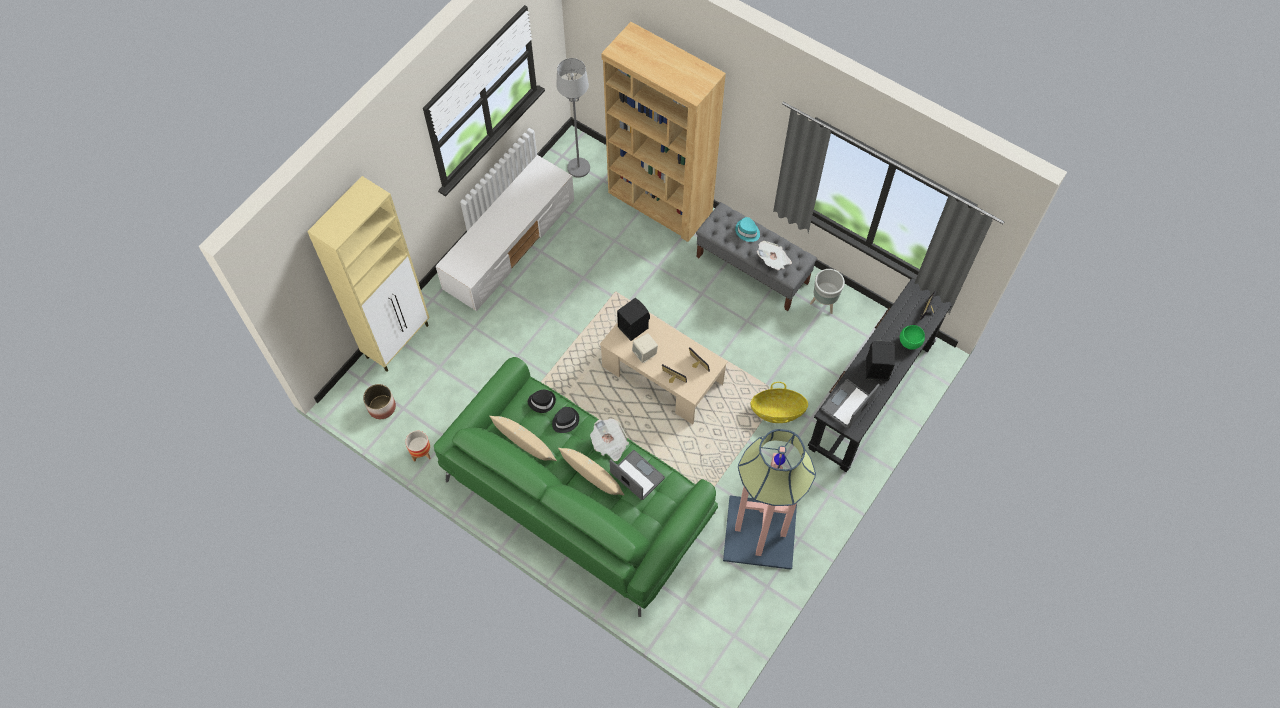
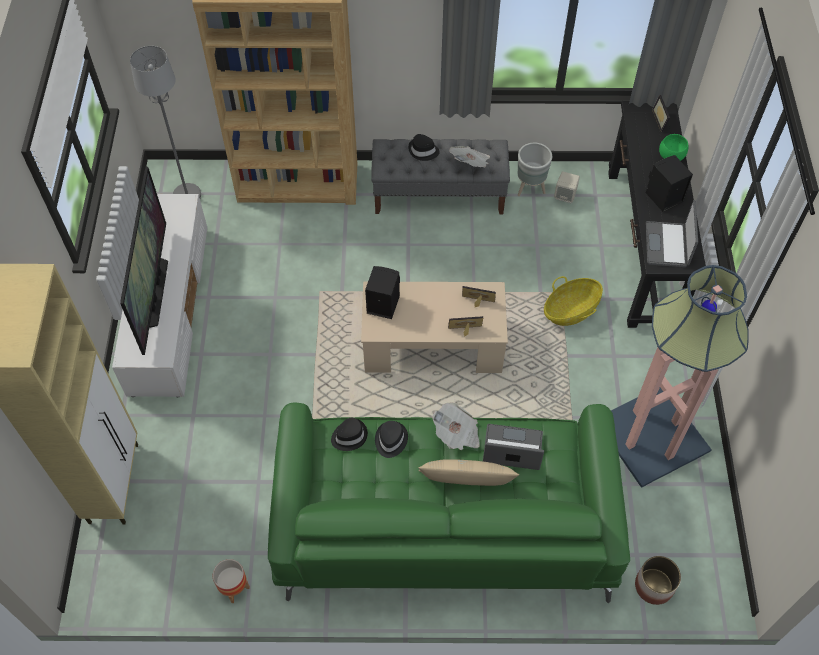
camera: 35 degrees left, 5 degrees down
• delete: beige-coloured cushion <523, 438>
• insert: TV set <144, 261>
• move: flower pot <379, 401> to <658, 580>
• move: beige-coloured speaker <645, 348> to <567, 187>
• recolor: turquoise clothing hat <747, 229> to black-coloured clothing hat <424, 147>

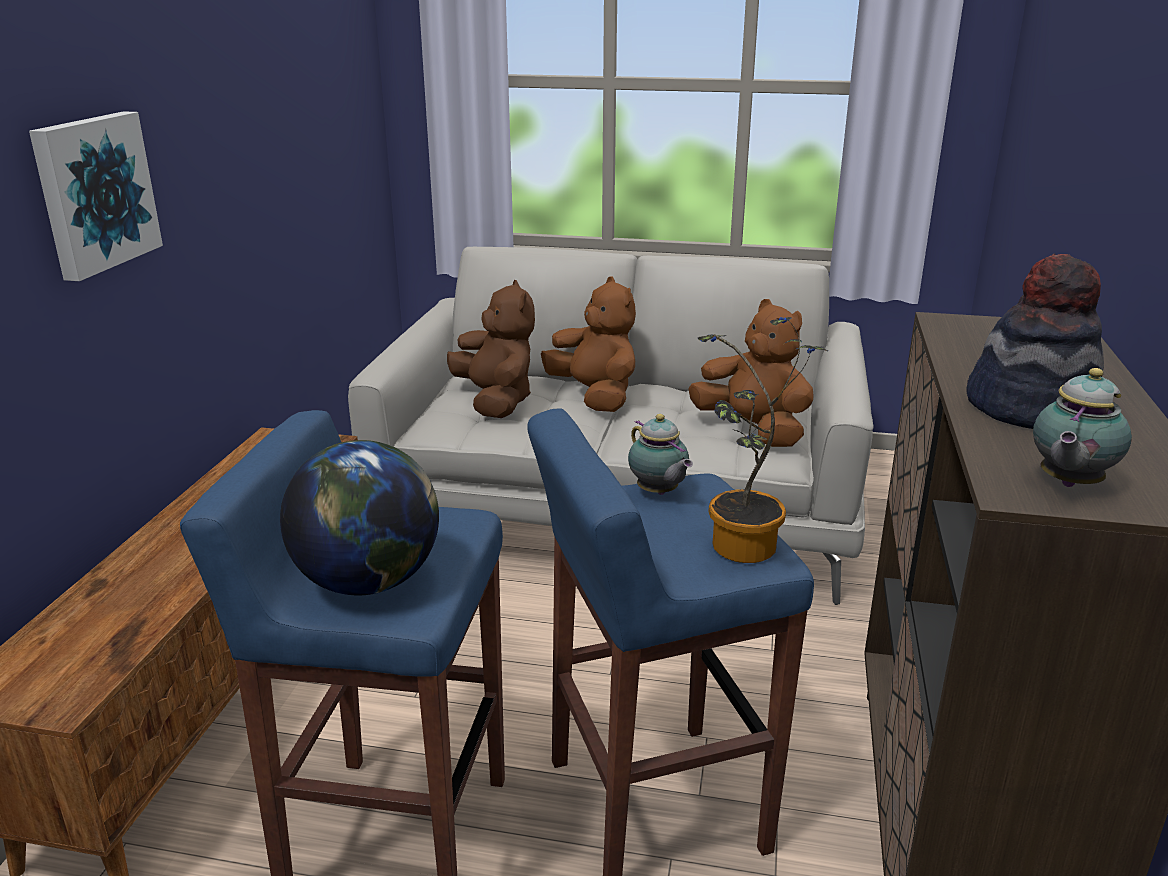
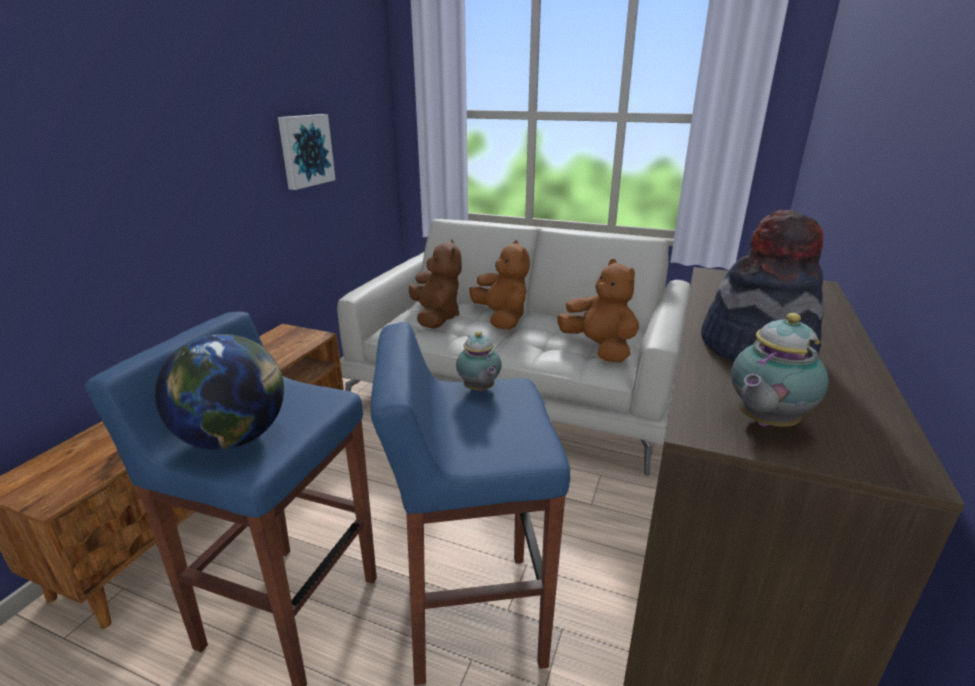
camera: 10 degrees right, 0 degrees up
• delete: potted plant <763, 440>
• move: wall art <96, 196> to <307, 152>

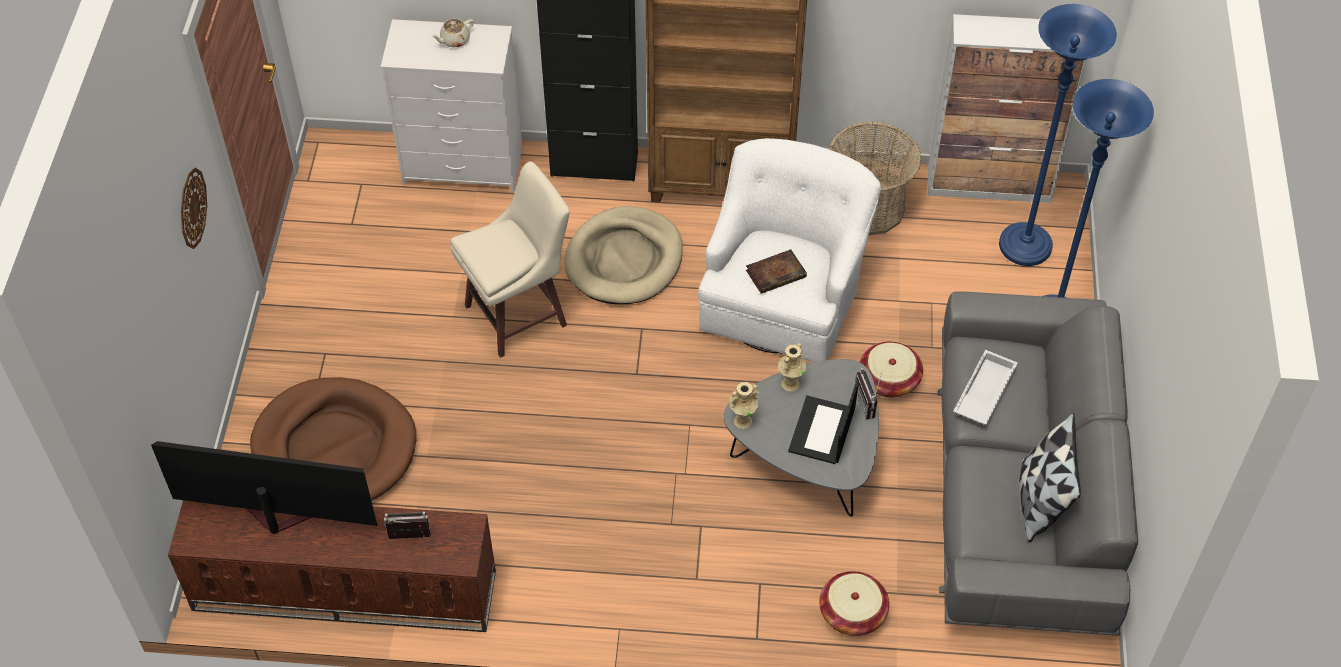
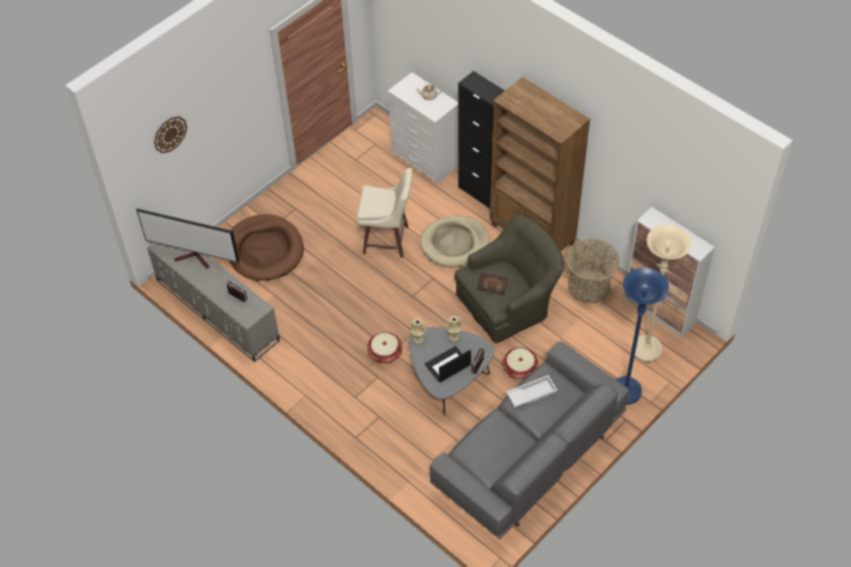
camera: 40 degrees right, 0 degrees up
• delete: cushion <1050, 477>
• move: clock on the wall <194, 208> to <170, 134>
• move: storage basket <854, 603> to <384, 347>
• recolor: brownish tv unit <332, 566> to grey tv unit <213, 302>
• recolor: white lounge chair <789, 250> to green lounge chair <509, 279>
• recolor: bluish standard lamp <1058, 135> to beige-coloured standard lamp <661, 293>
• rotate: TV set <264, 487> = <187, 238> 150 degrees clockwise

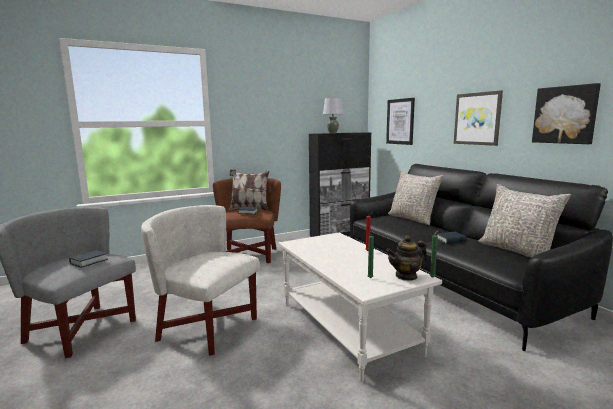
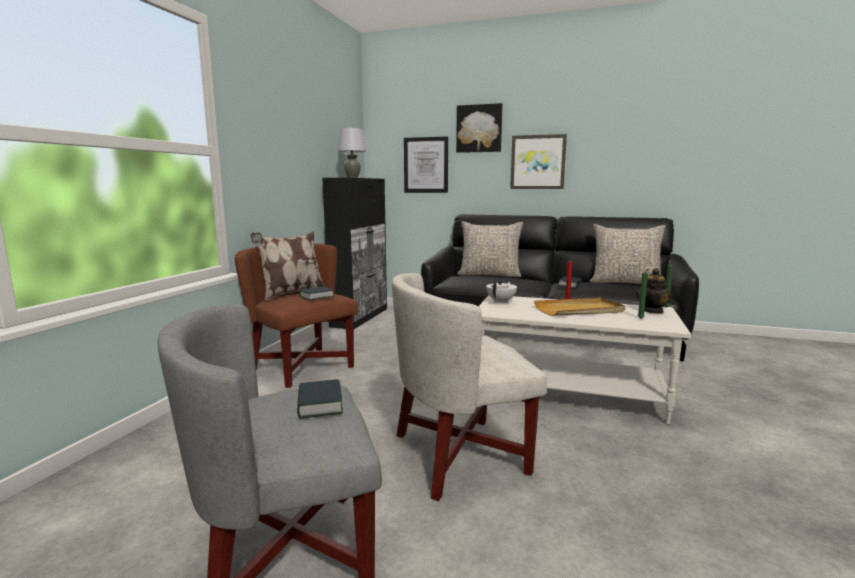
camera: 45 degrees left, 0 degrees up
• insert: white pot for tea <501, 291>
• insert: beige-coloured serving tray <579, 306>
• move: wall art <566, 113> to <479, 128>

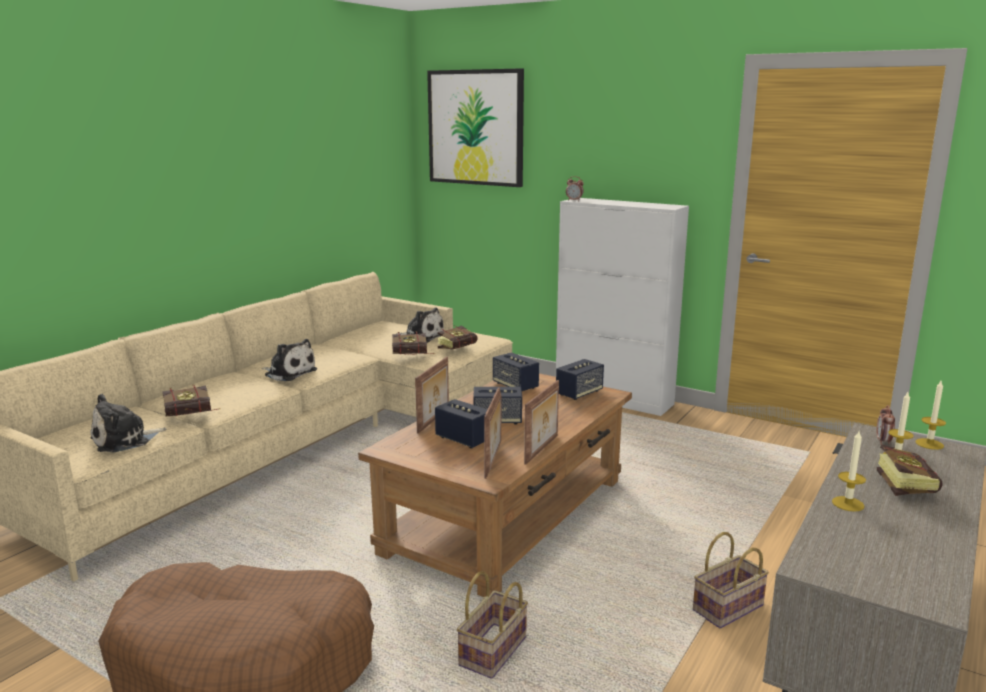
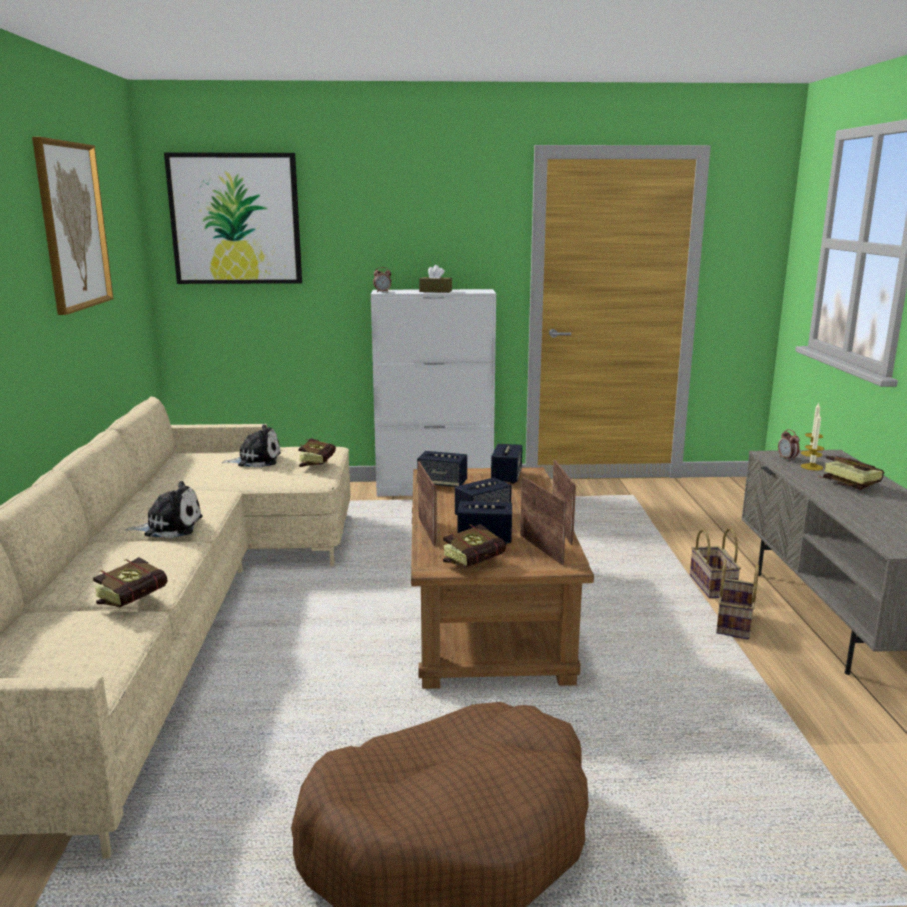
camera: 35 degrees left, 0 degrees up
• delete: cuddly toy <128, 423>
• delete: wax light <849, 471>
• insert: wall art <73, 226>
• insert: brownish tissue holder <435, 279>
• move: volume <413, 343> to <474, 546>
• move: storage basket <492, 625> to <715, 563>

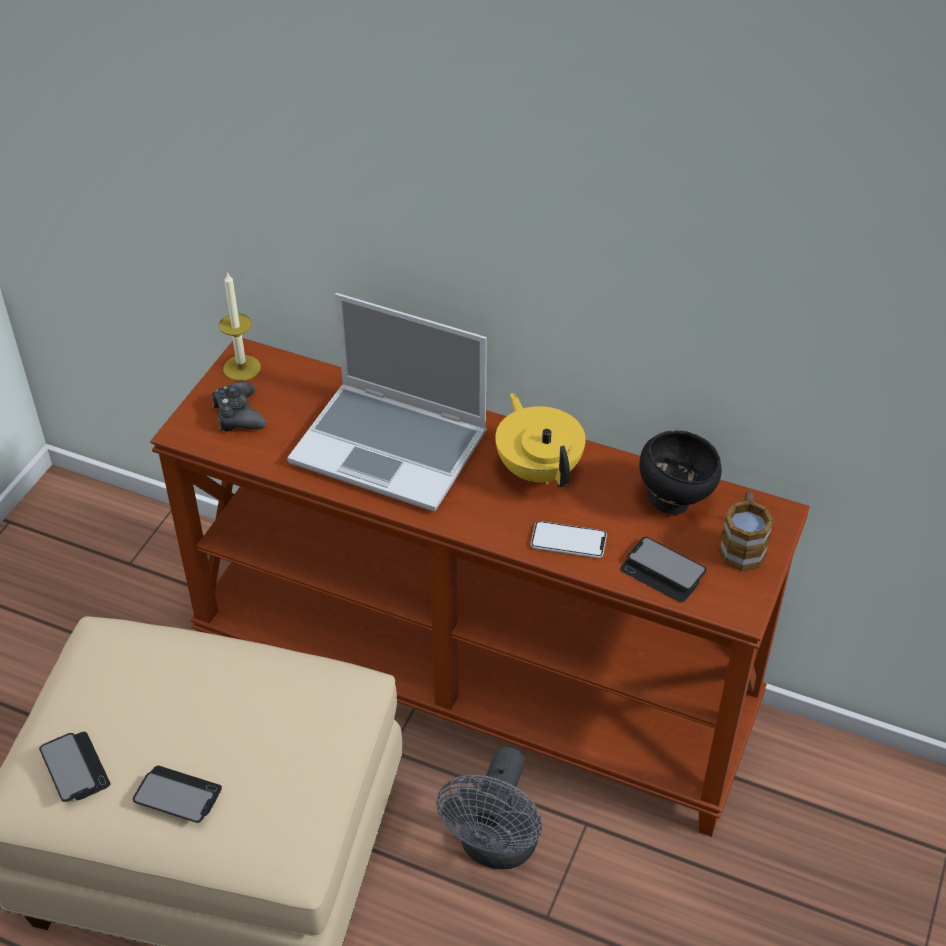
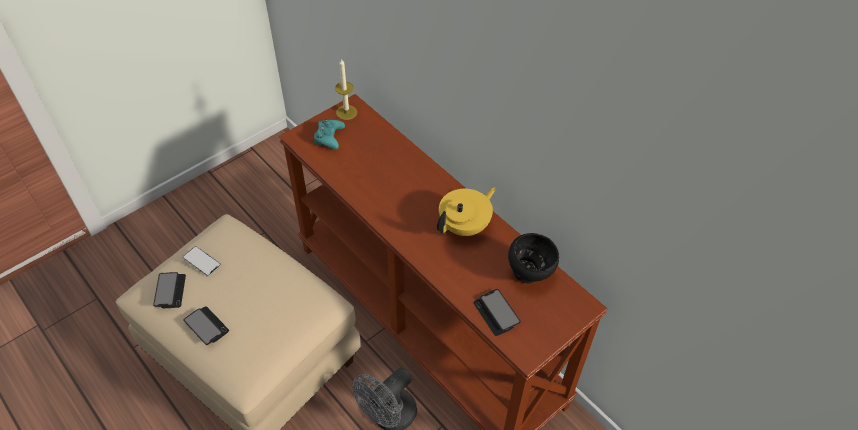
camera: 25 degrees right, 5 degrees up
• delete: laptop <387, 402>
• delete: mug <746, 531>
• move: handset <568, 539> to <201, 261>
• recolor: black-coloured gamepad <239, 407> to turquoise gamepad <329, 134>
• rotate: yellow pot for tea <540, 440> = <466, 211> 45 degrees clockwise

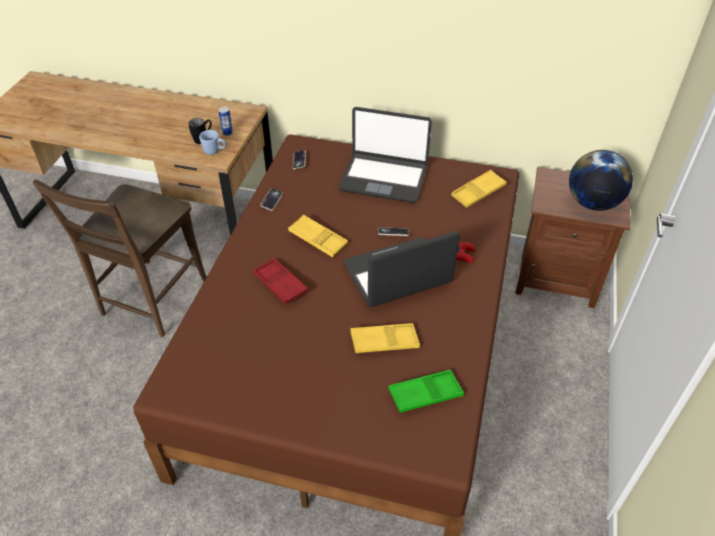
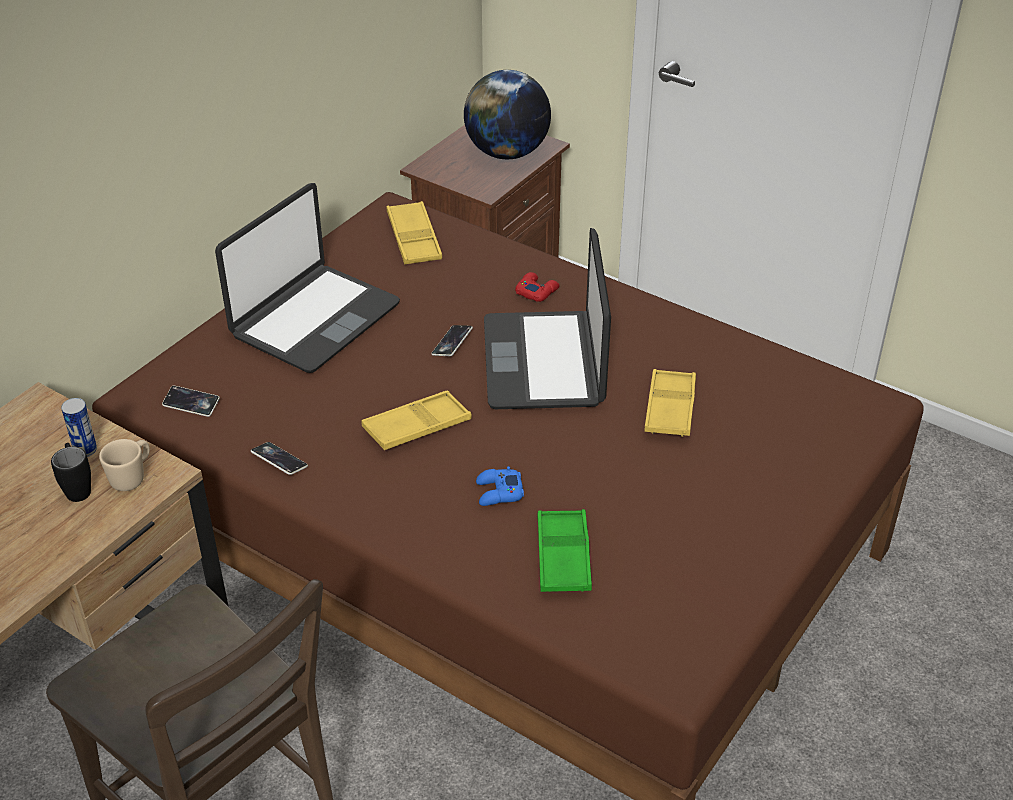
camera: 70 degrees left, 5 degrees down
• move: green serving tray <426, 391> to <564, 550>
• replace: reddish serving tray <280, 281> to bluish gamepad <500, 486>
• recolor: bluish mug <212, 142> to beige-coloured mug <124, 465>

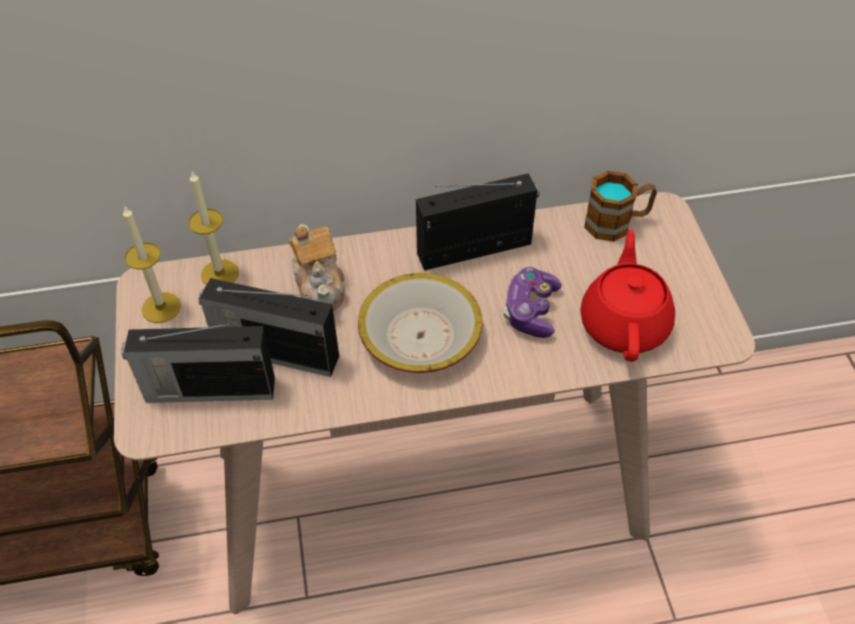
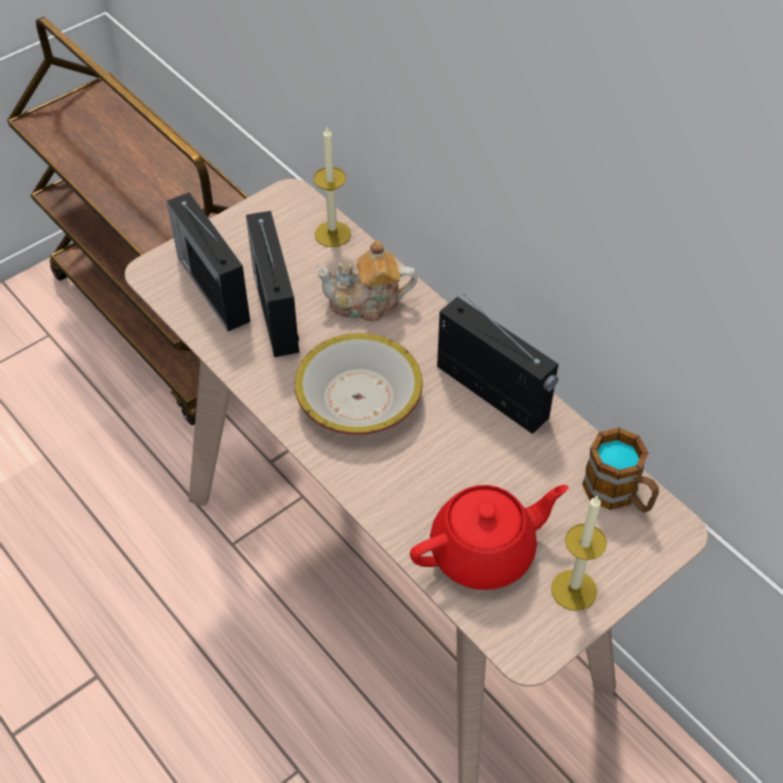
camera: 60 degrees right, 0 degrees up
• delete: gamepad <533, 302>
• move: wax light <152, 265> to <579, 553>
• rotate: pot for tea <317, 267> = <366, 281> 45 degrees clockwise

